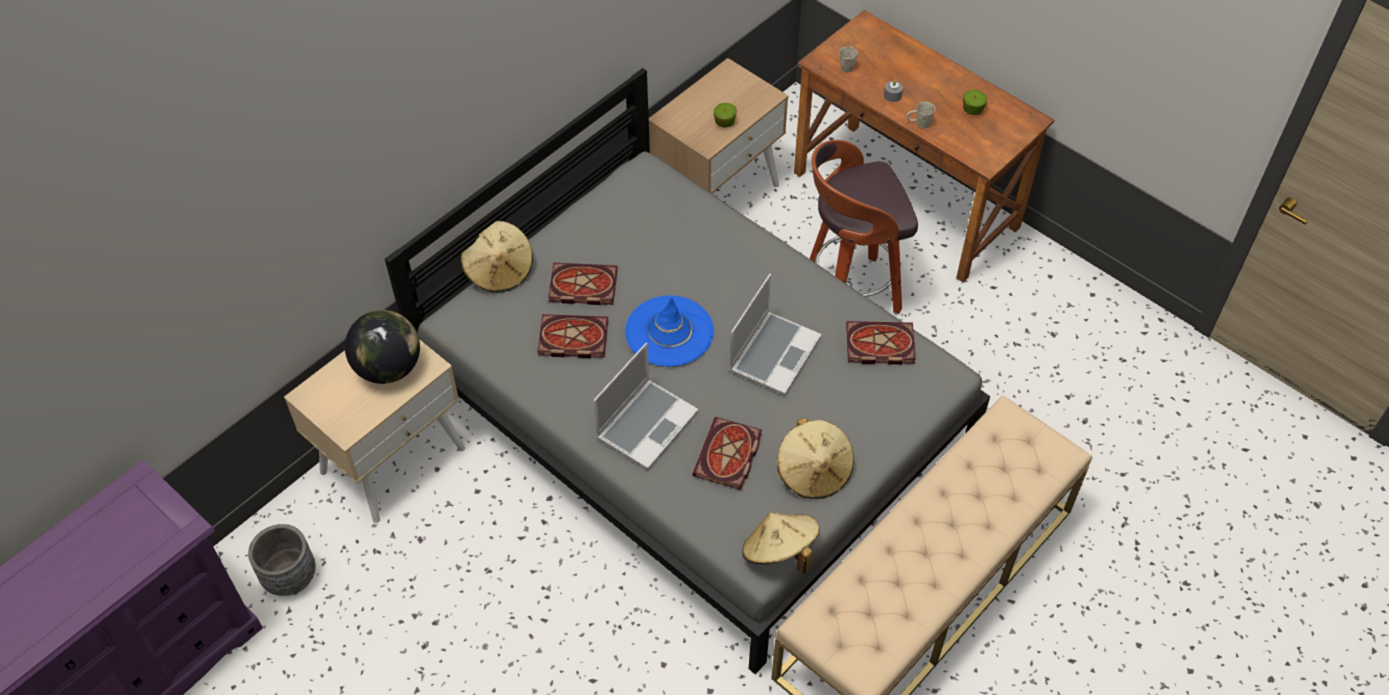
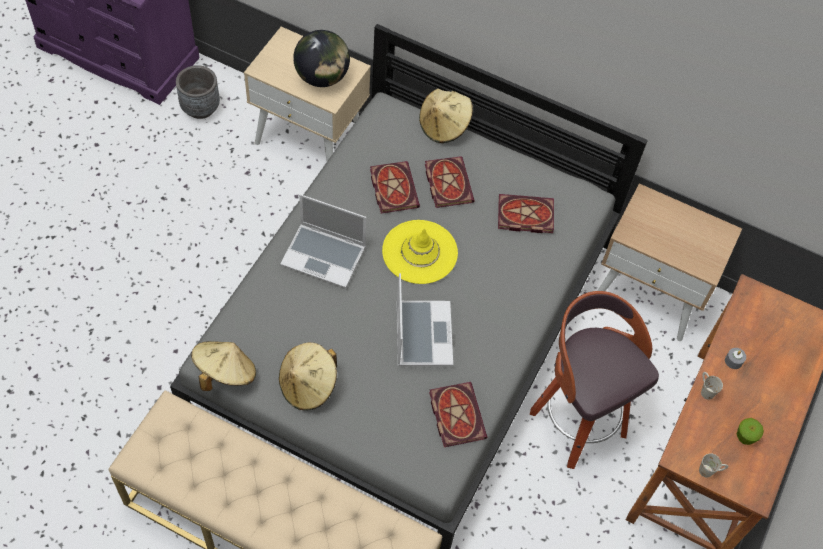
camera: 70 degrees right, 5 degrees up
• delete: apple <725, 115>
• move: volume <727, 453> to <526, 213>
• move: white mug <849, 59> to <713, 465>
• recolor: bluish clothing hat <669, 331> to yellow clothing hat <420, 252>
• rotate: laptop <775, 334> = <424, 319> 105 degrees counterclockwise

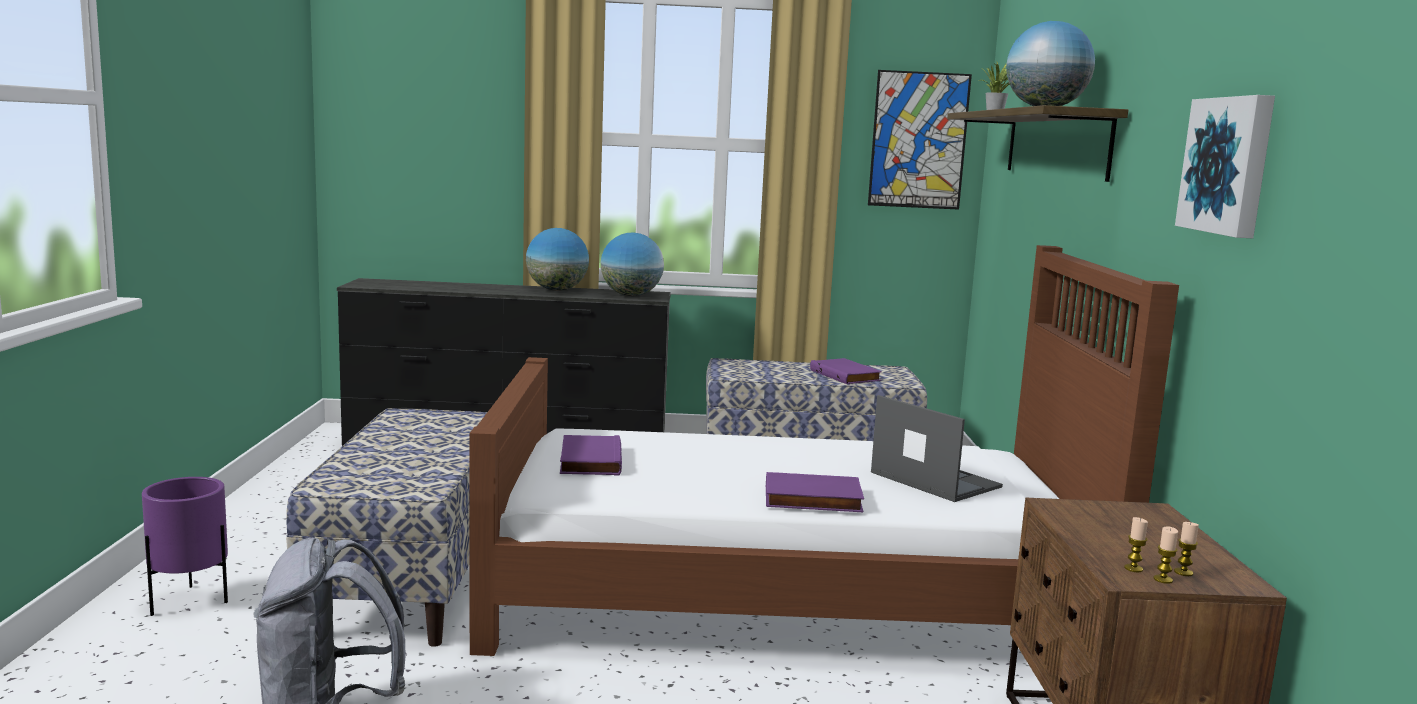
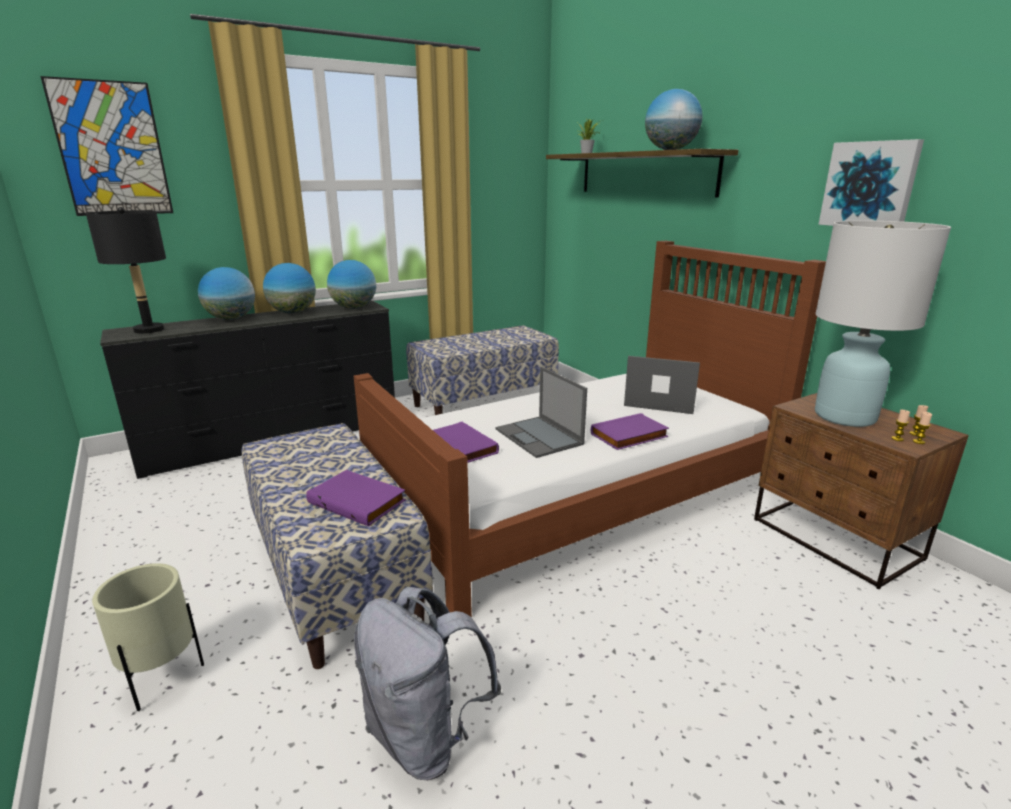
camera: 30 degrees left, 10 degrees up
• insert: black-coloured table lamp <126, 270>
• insert: desk globe <226, 293>
• insert: laptop <541, 412>
• insert: white table lamp <883, 324>
• move: purplish volume <846, 371> to <356, 498>
• move: wall art <920, 140> to <107, 146>
• recolor: purplish flower pot <185, 546> to beige-coloured flower pot <148, 637>

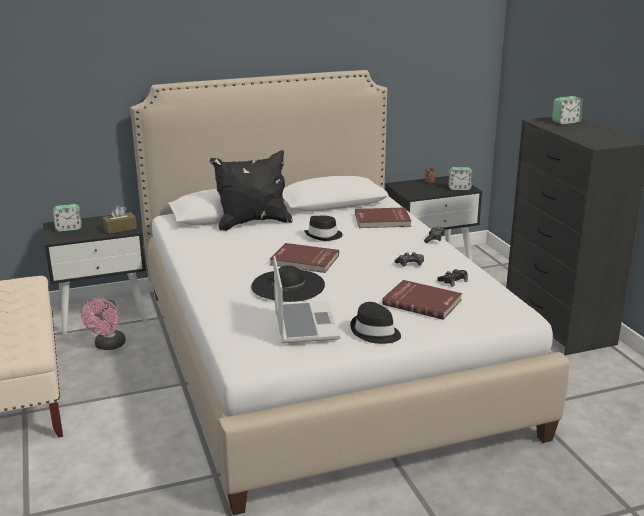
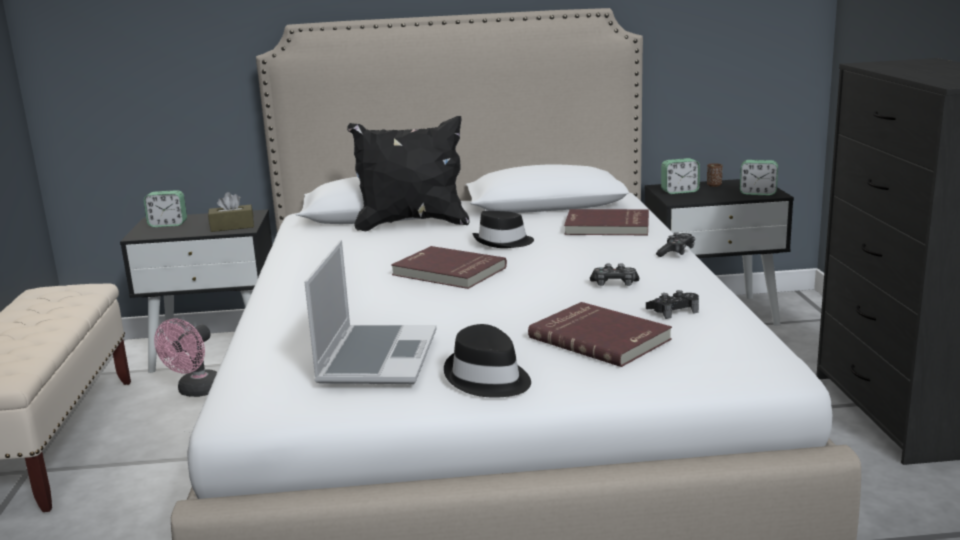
camera: 15 degrees right, 5 degrees down
• delete: black-coloured clothing hat <288, 283>
• move: table clock <567, 110> to <680, 176>

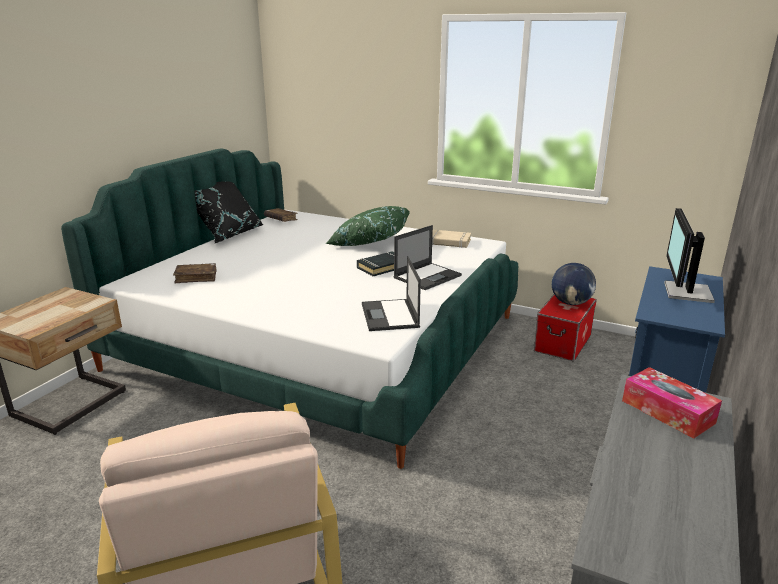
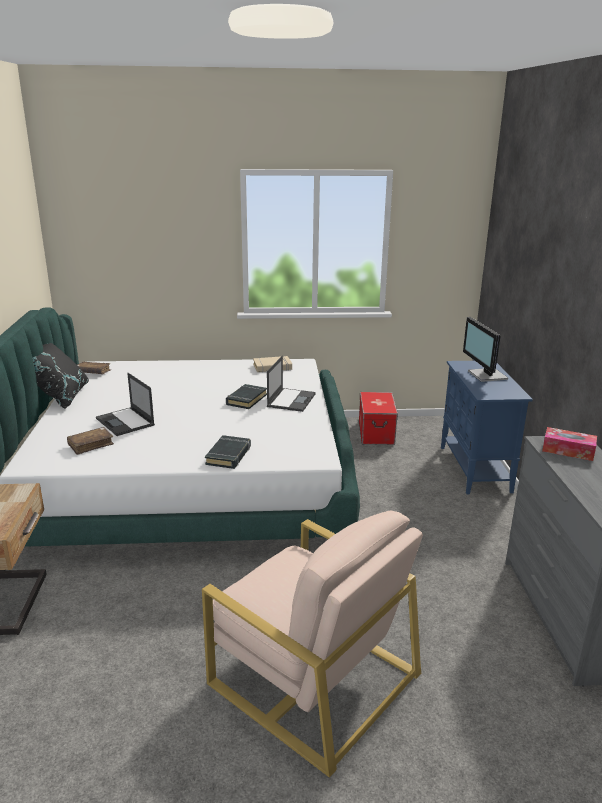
camera: 30 degrees left, 0 degrees up
• delete: green cushion <368, 226>
• delete: desk globe <574, 284>
• insert: black-coloured volume <228, 452>
• move: laptop <391, 293> to <125, 404>

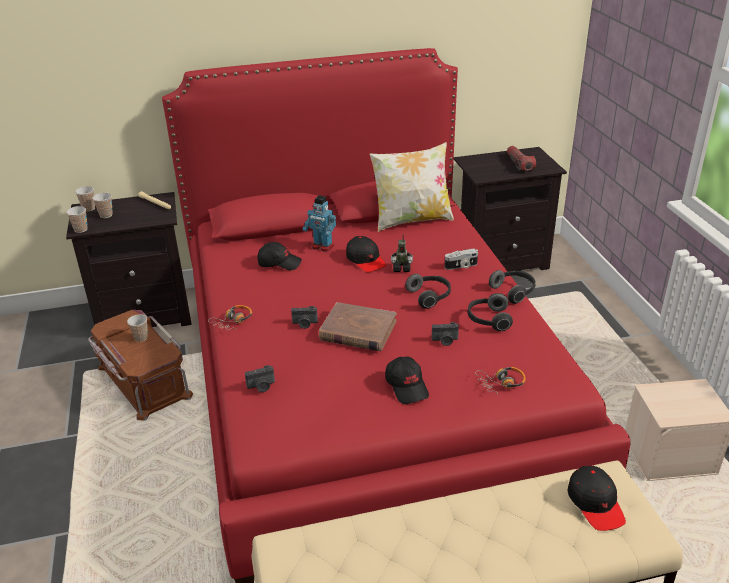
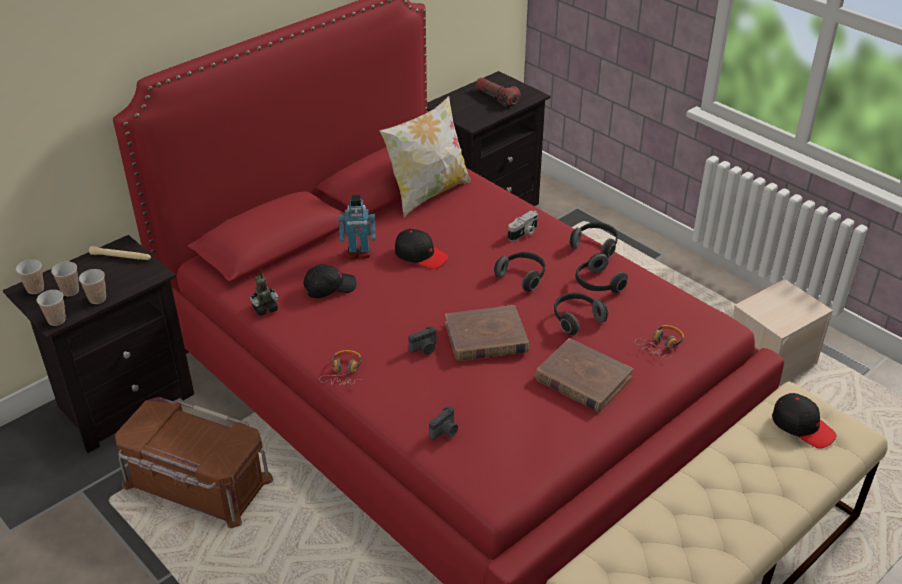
camera: 30 degrees left, 5 degrees up
• move: small cup <137, 328> to <92, 286>
• move: toy robot <402, 253> to <264, 292>
• replace: black-coloured cap <407, 380> to brownish volume <584, 375>
• replace: photo camera <445, 334> to headphones <581, 313>

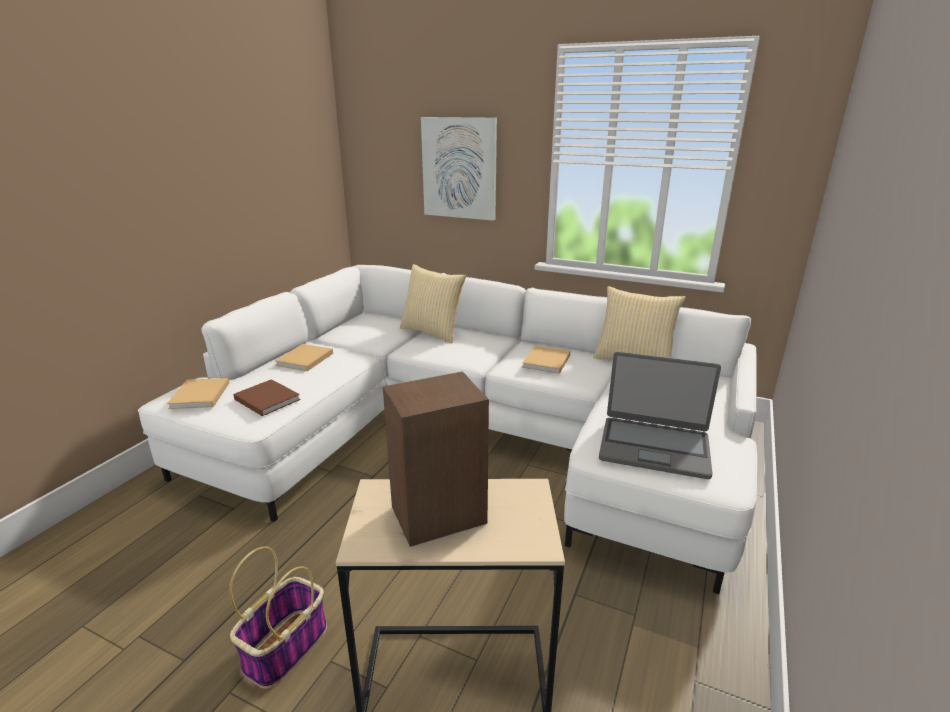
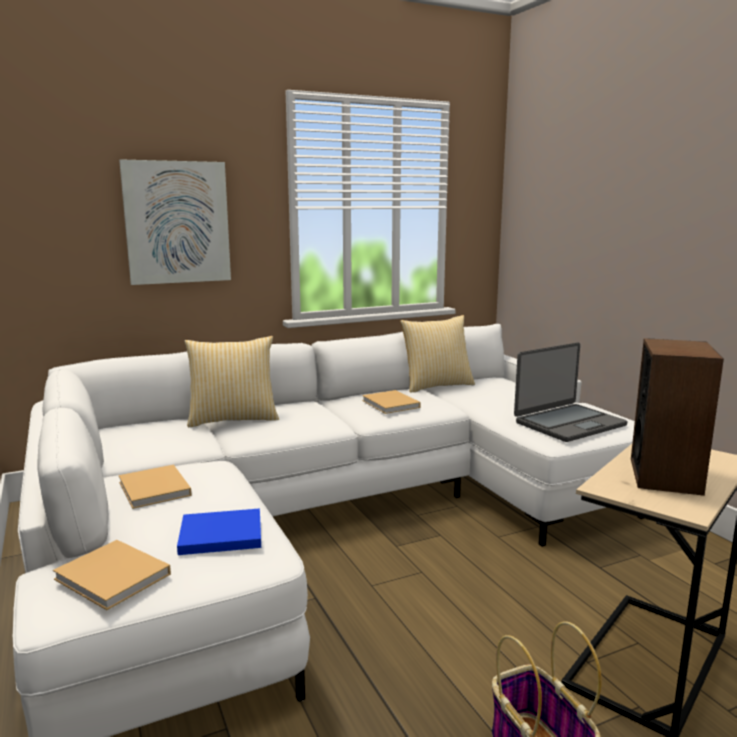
camera: 50 degrees left, 10 degrees down
• recolor: brownish volume <267, 397> to bluish volume <219, 531>

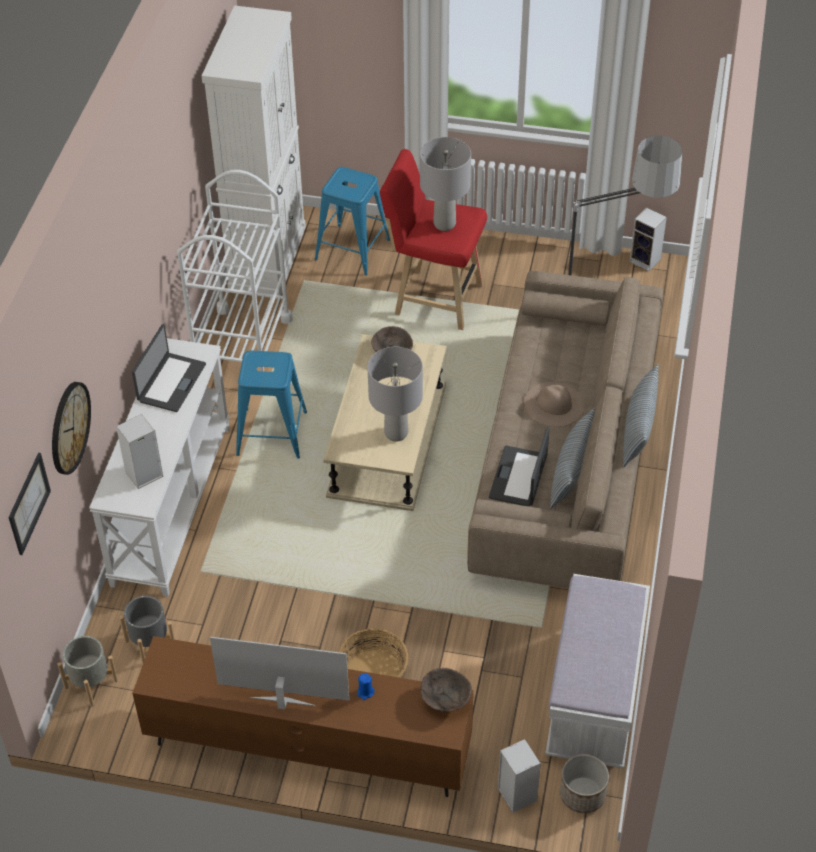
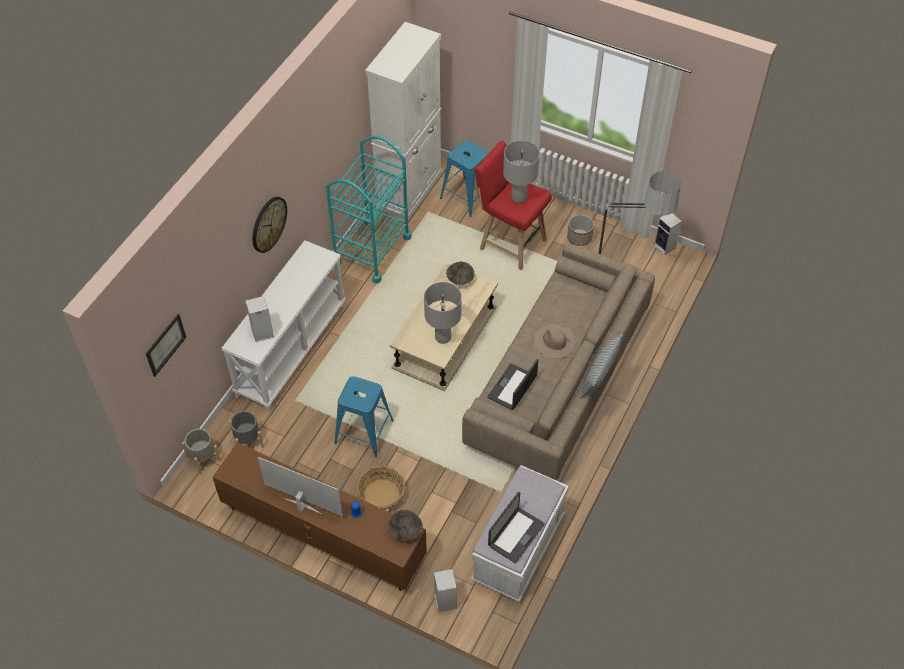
camera: 15 degrees right, 5 degrees up
• delete: cushion <572, 458>
• move: clock on the wall <71, 428> to <269, 225>
• move: laptop <169, 368> to <516, 527>
• move: bluish stool <271, 405> to <364, 416>
• move: flower pot <584, 783> to <580, 230>
• recolor: white cart <235, 270> to turquoise cart <369, 210>

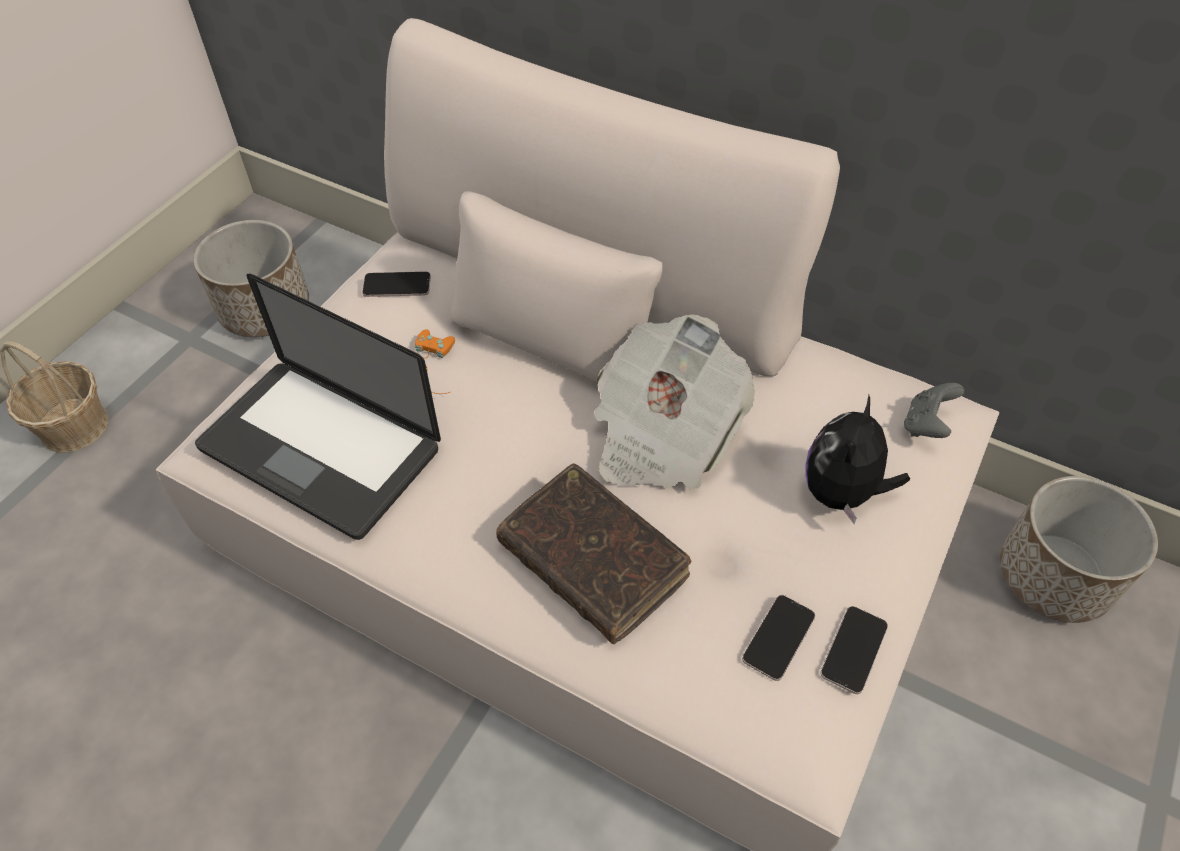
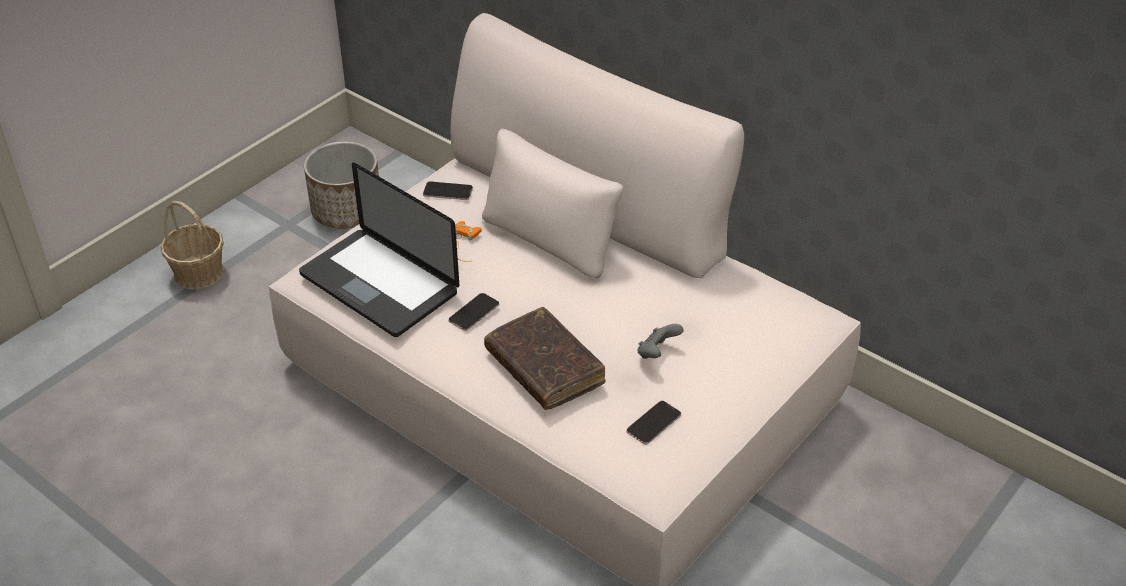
camera: 10 degrees right, 10 degrees down
• delete: daily paper <674, 402>
• delete: cuddly toy <857, 459>
• delete: flower pot <1079, 549>
• move: handset <854, 650> to <474, 312>
• move: grey gamepad <934, 410> to <661, 341>

